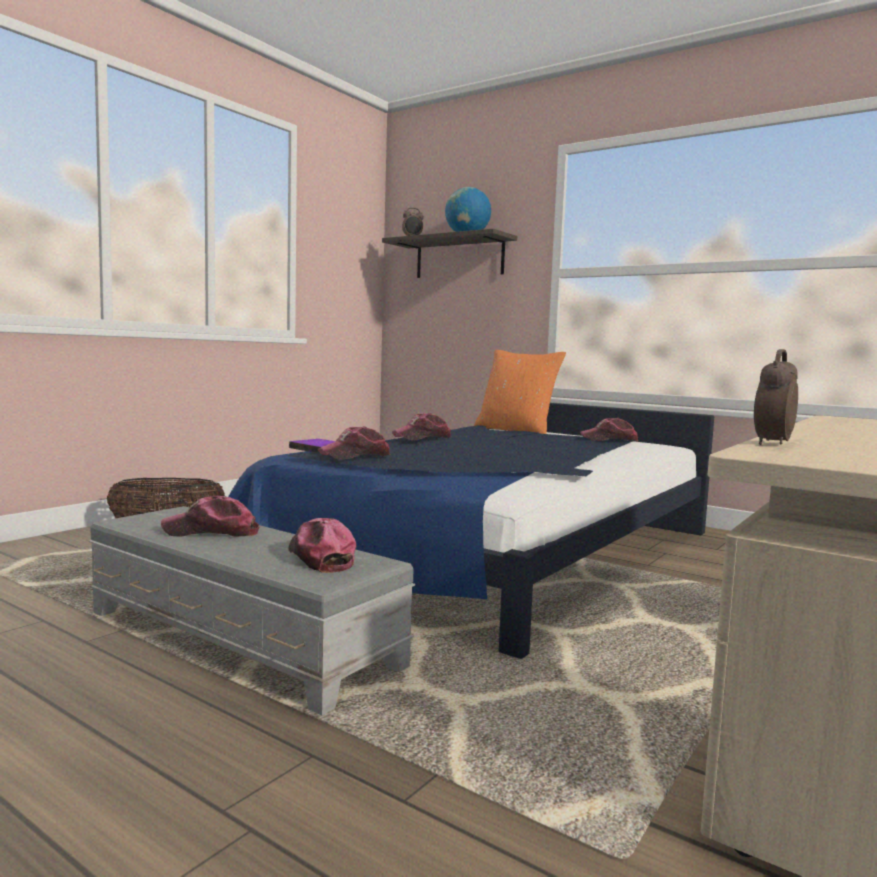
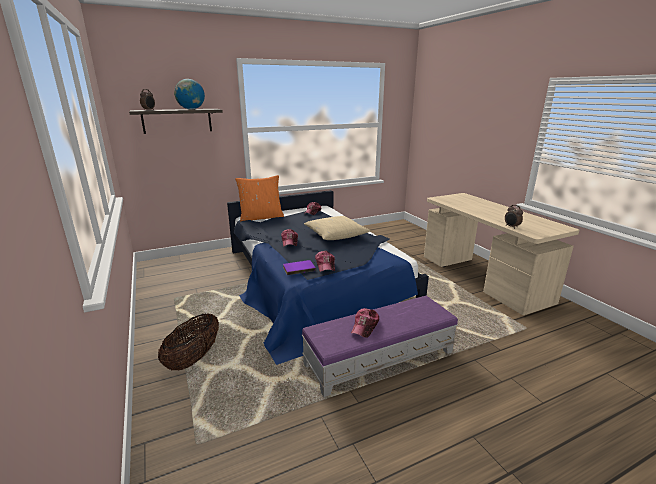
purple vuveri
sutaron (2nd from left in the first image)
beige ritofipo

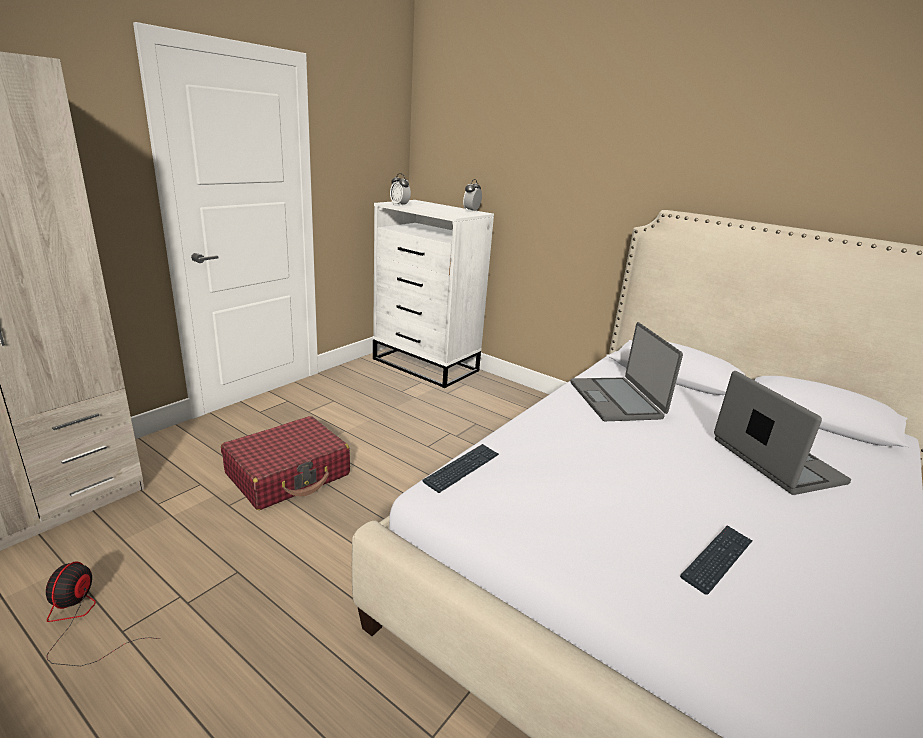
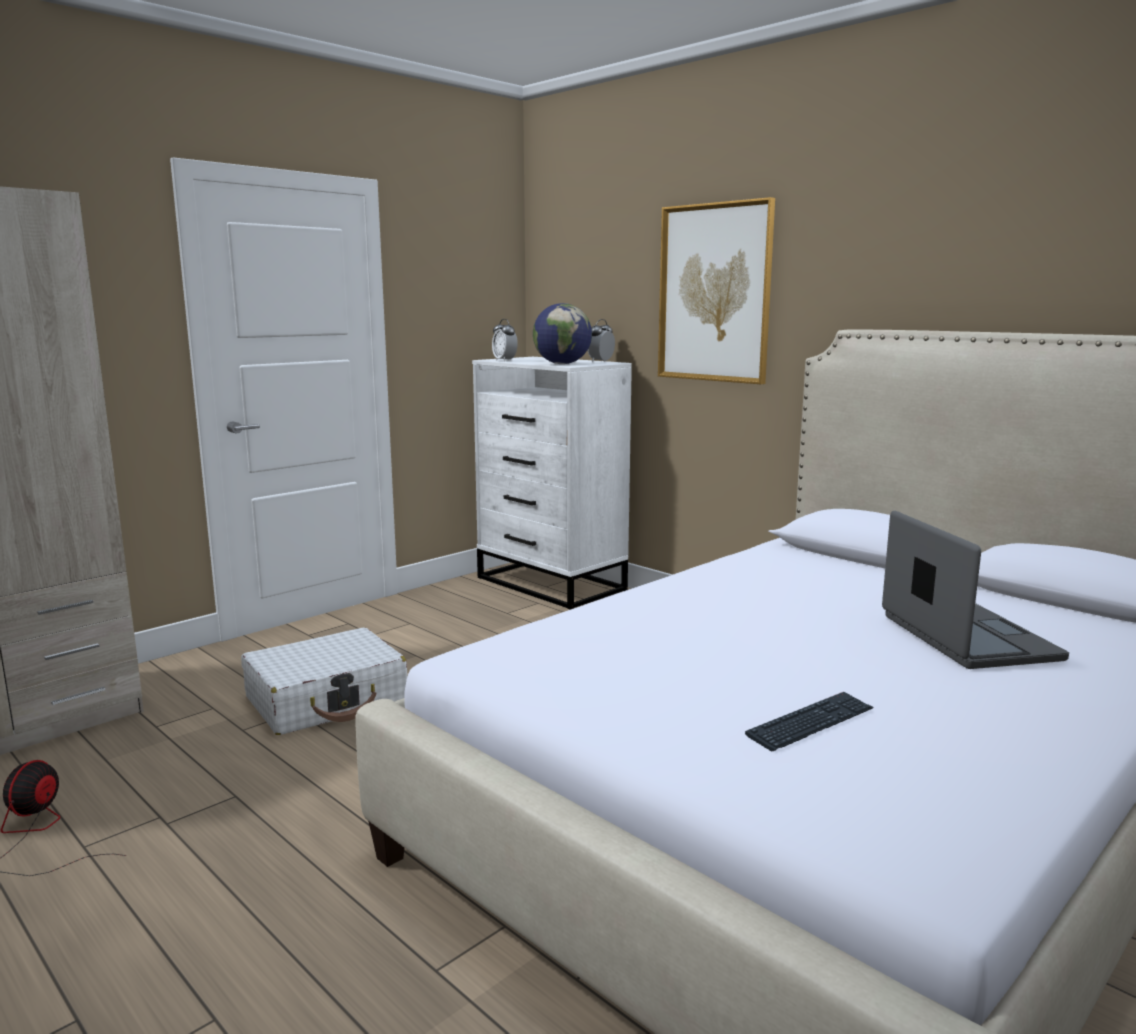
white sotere
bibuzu (1st from left in the first image)
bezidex (1st from left in the first image)
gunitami
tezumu

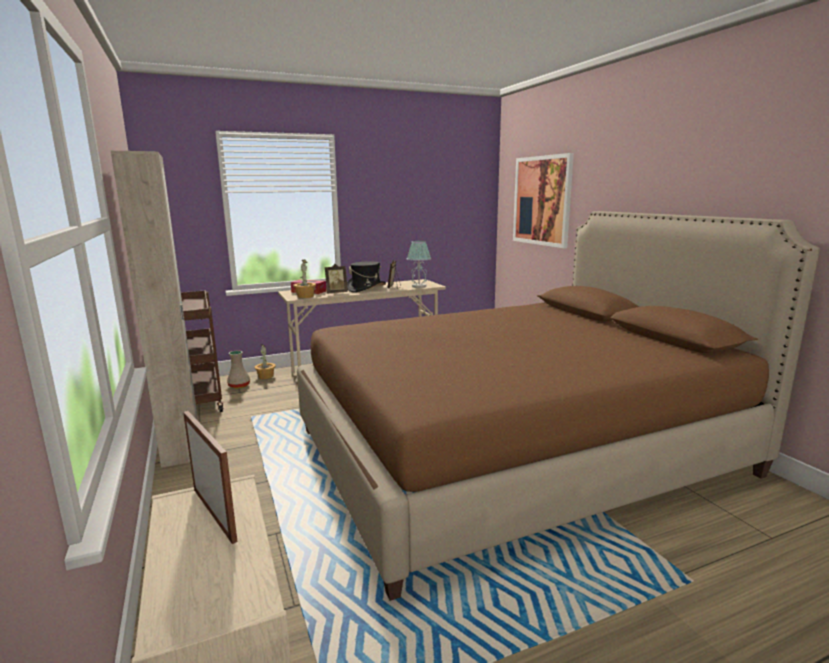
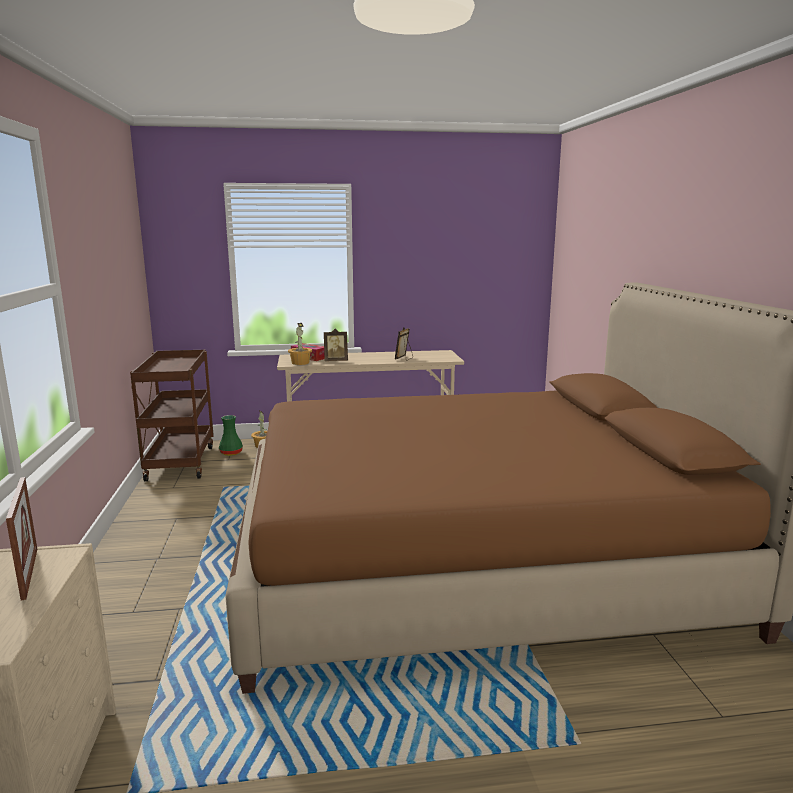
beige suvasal
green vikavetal
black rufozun
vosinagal
tezumu

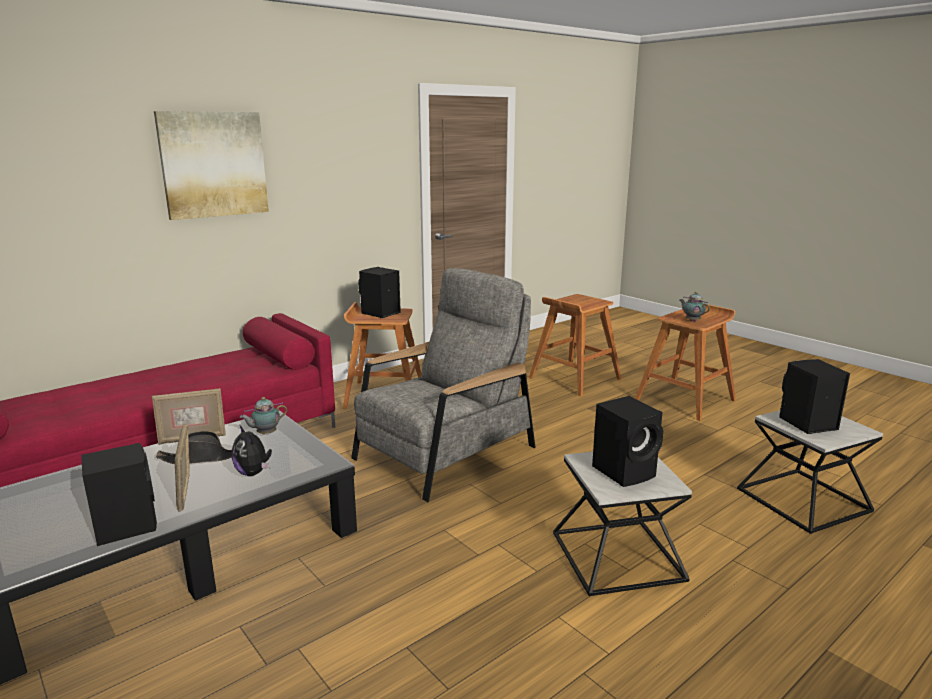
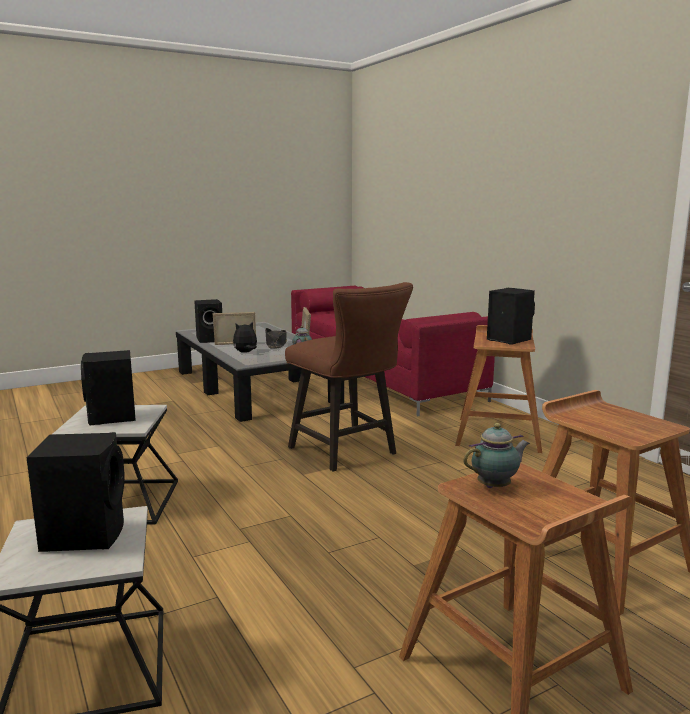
tezumu
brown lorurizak (1st from left)

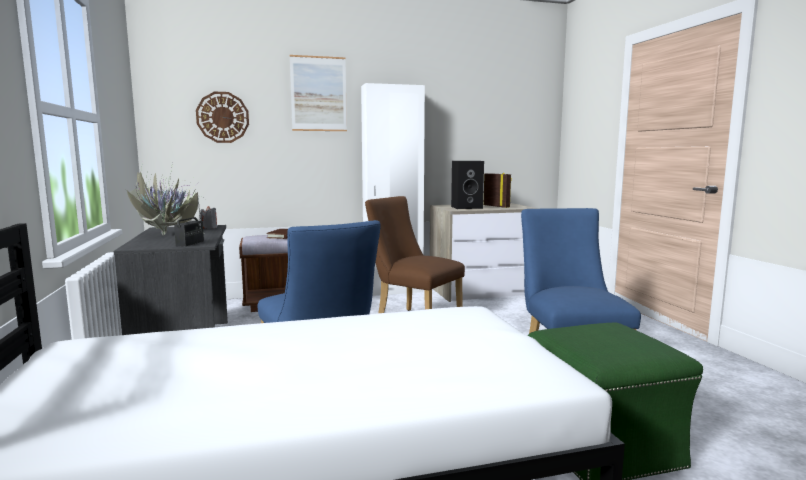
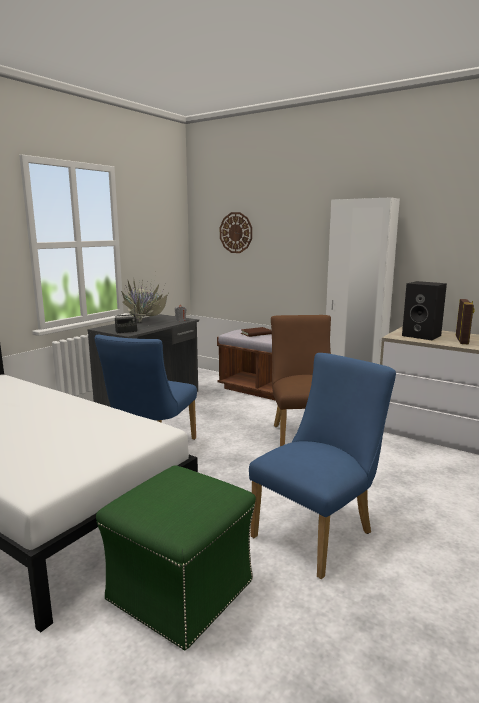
tezumu

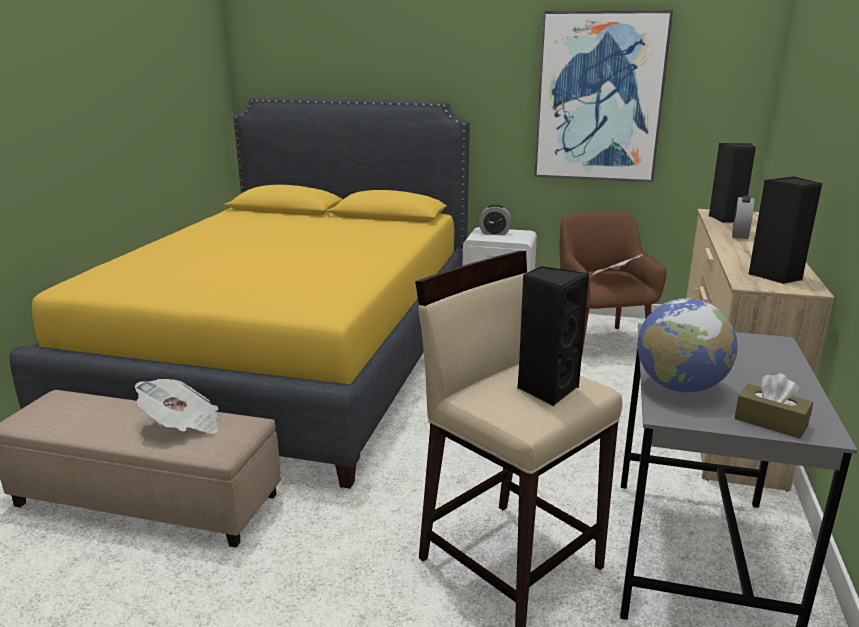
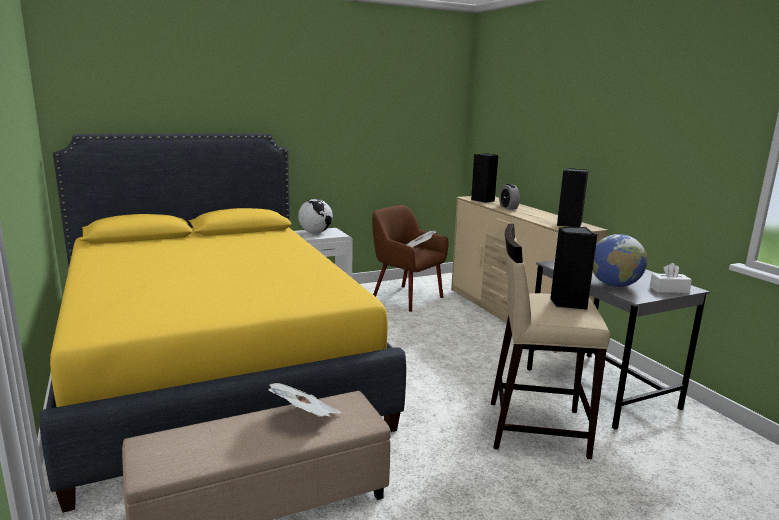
gunitami (1st from left)
tezumu
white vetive

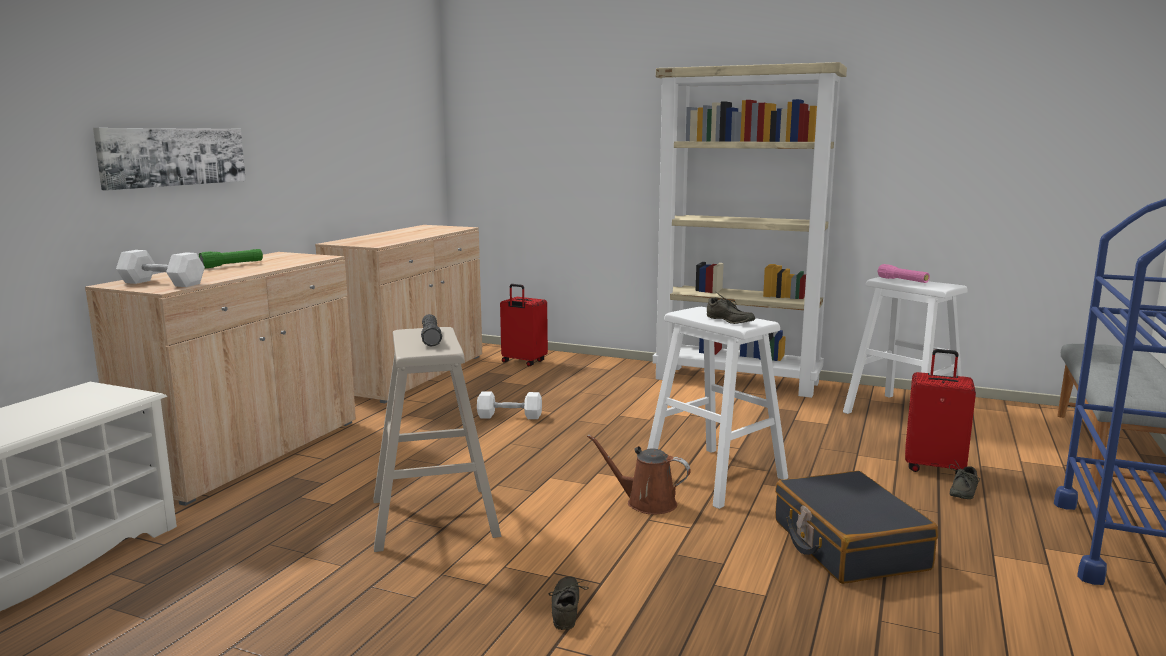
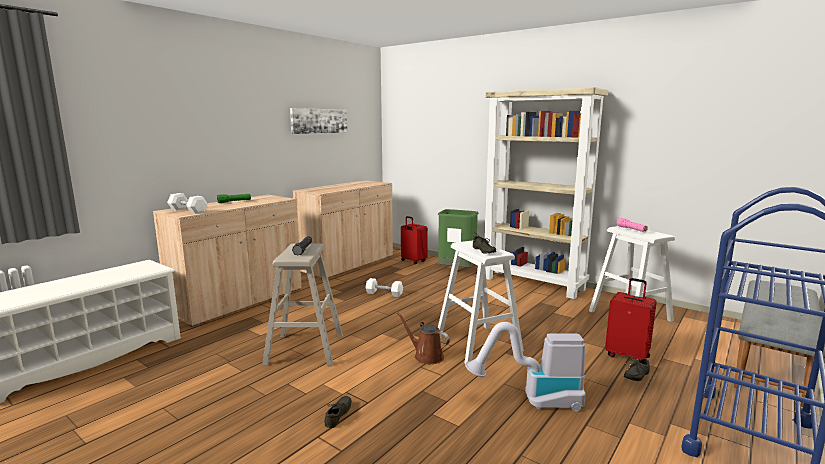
tezumu
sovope
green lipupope

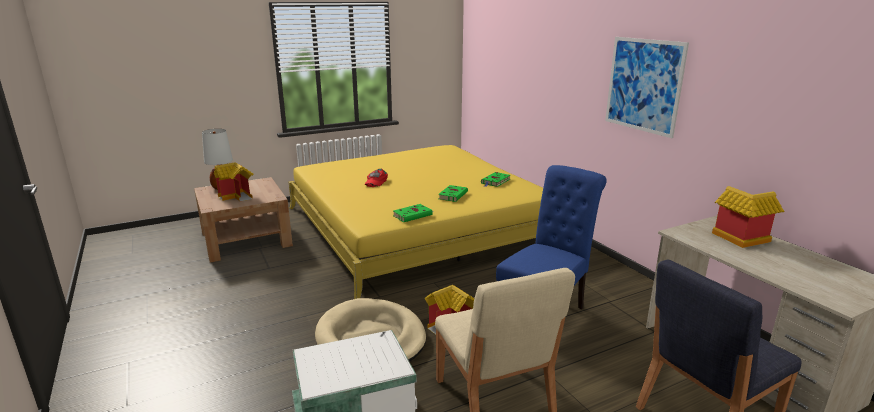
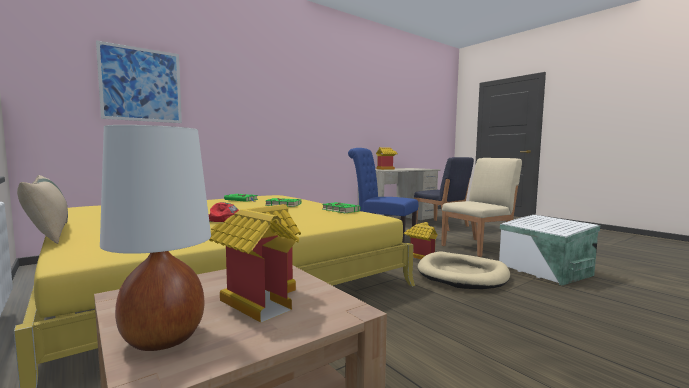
tezumu
beige ritofipo

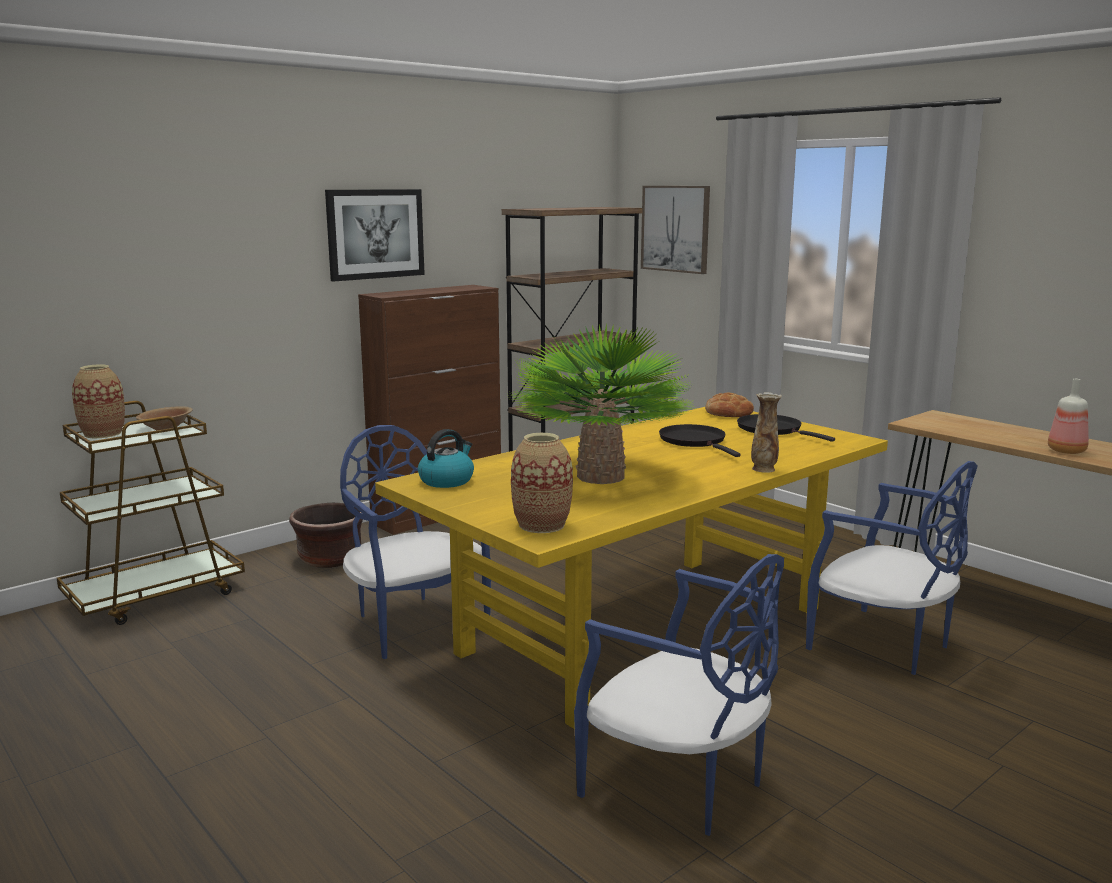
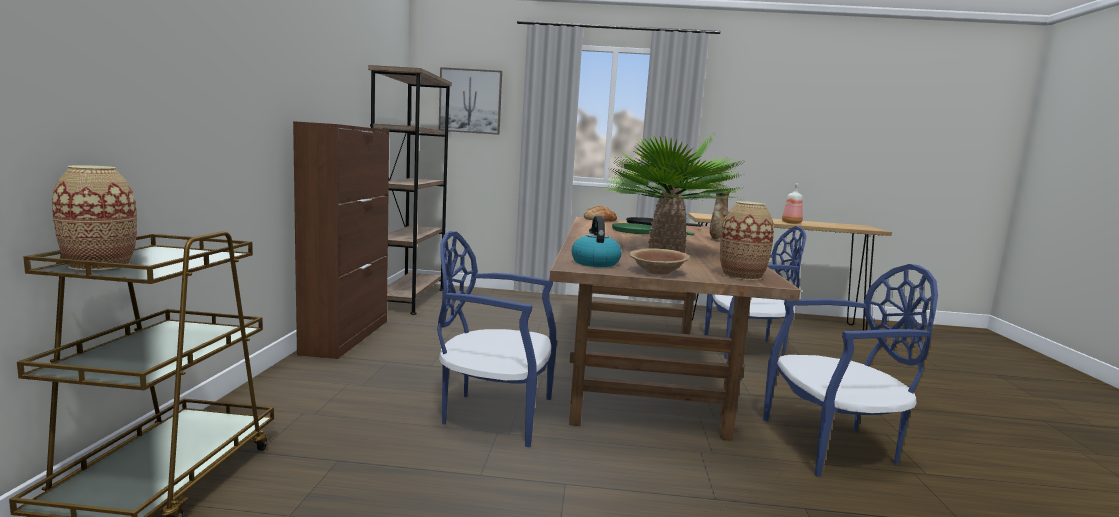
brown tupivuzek
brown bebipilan
tezumu (1st from left in the first image)
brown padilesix
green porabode

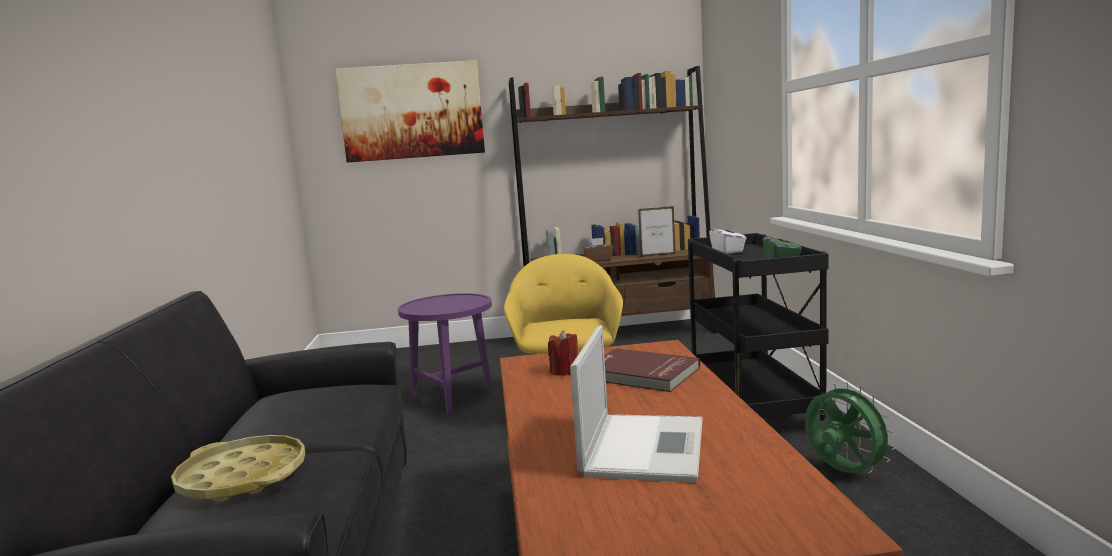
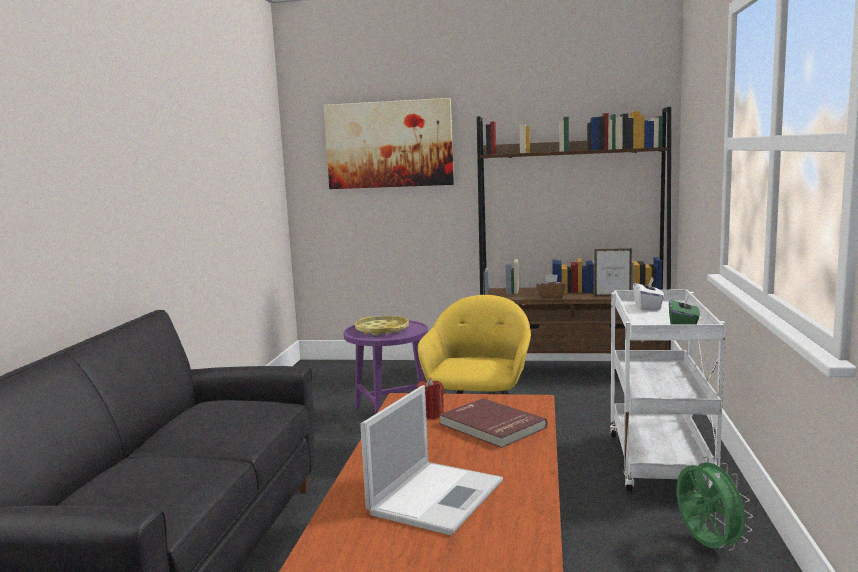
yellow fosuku
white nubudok

